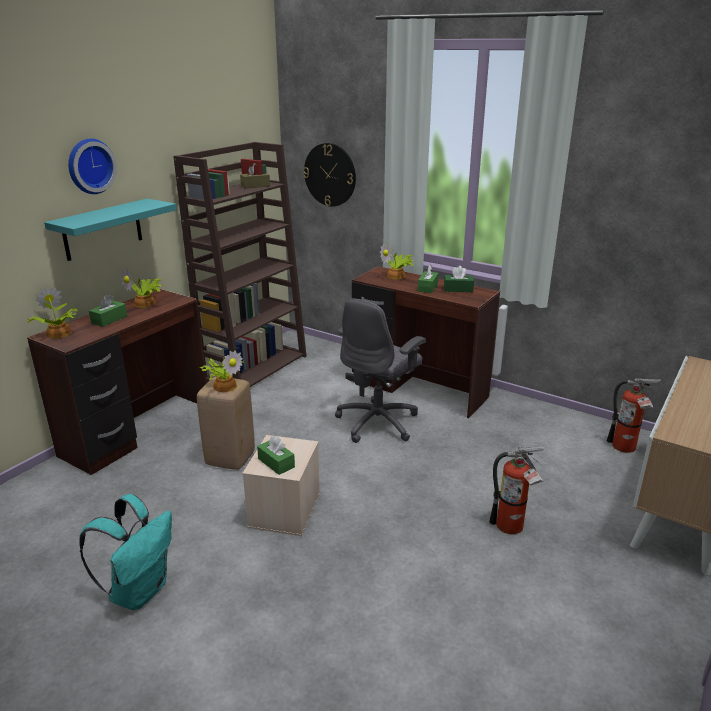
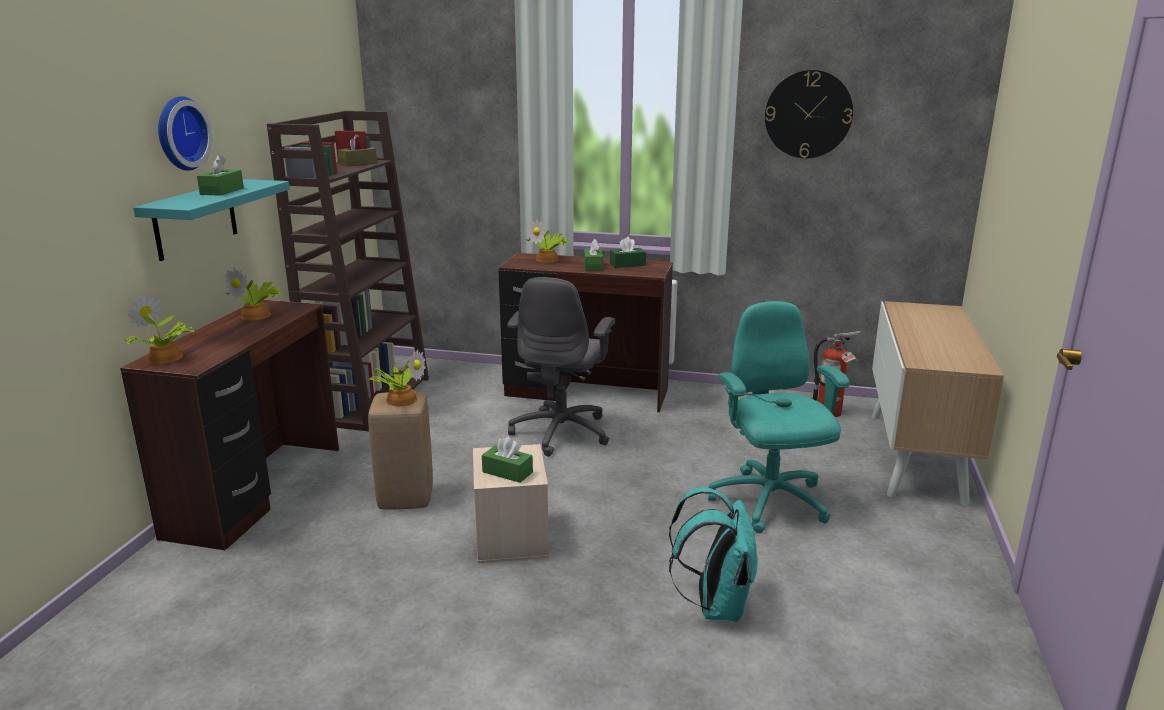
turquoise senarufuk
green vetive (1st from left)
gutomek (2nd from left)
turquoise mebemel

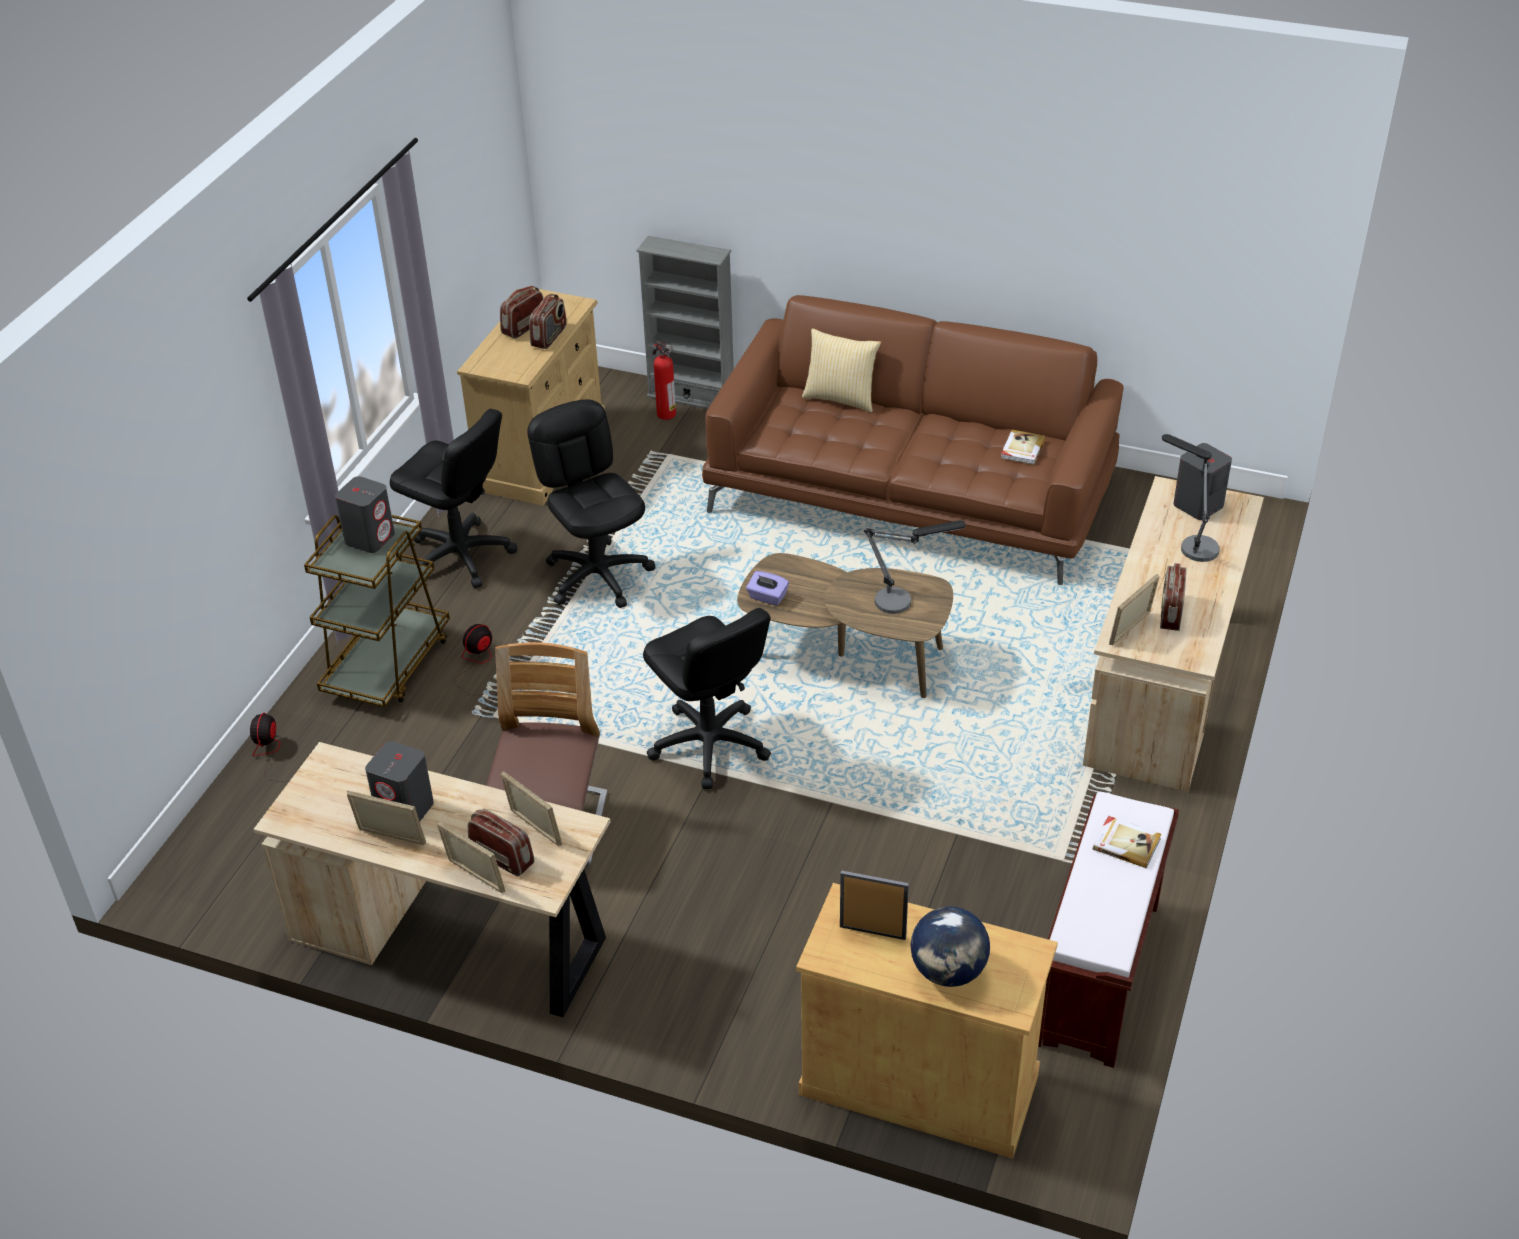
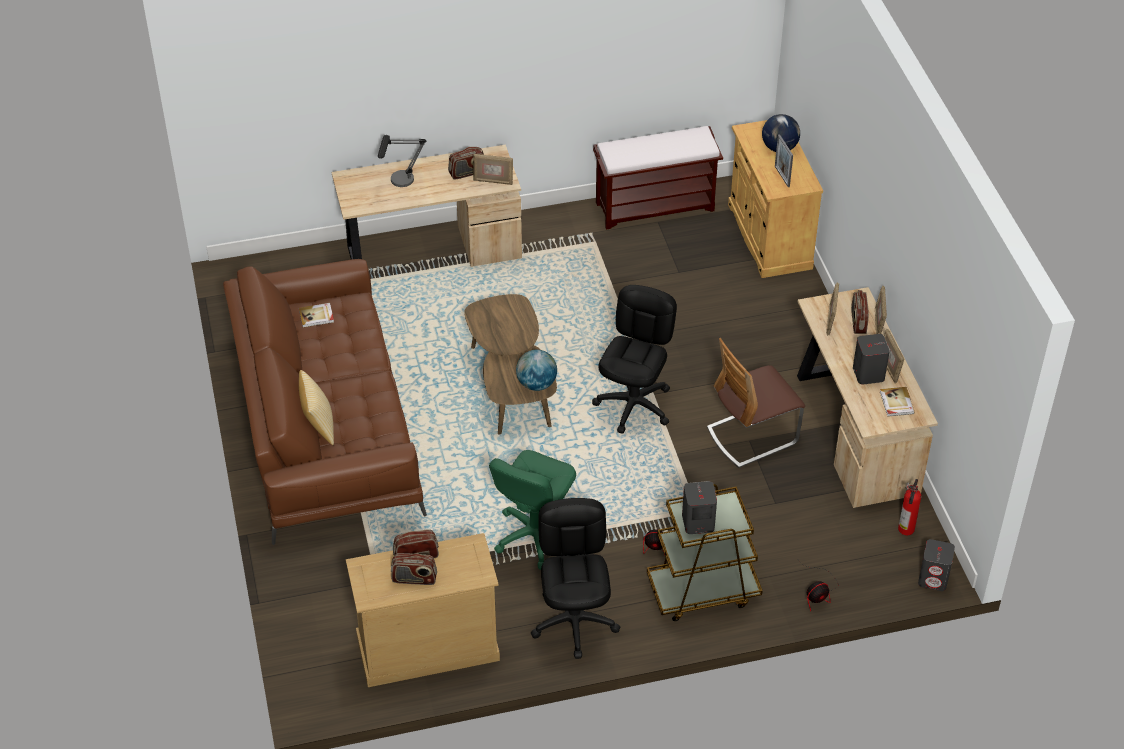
green mebemel
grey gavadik
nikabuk
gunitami (1st from left)
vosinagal (1st from left in the first image)
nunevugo (2nd from left)
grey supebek (3rd from left)

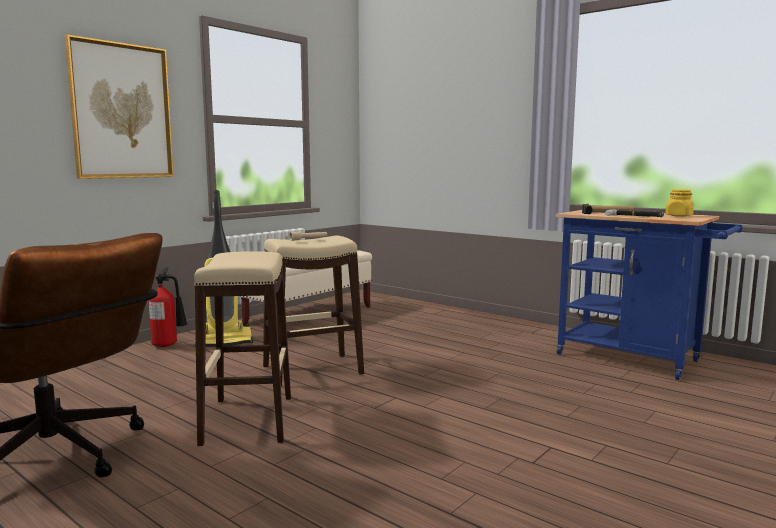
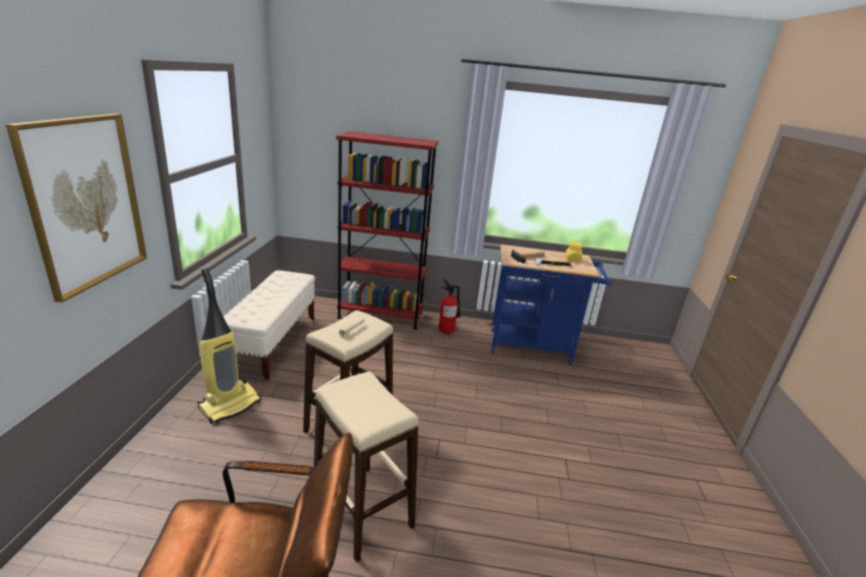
nikabuk
red gavadik

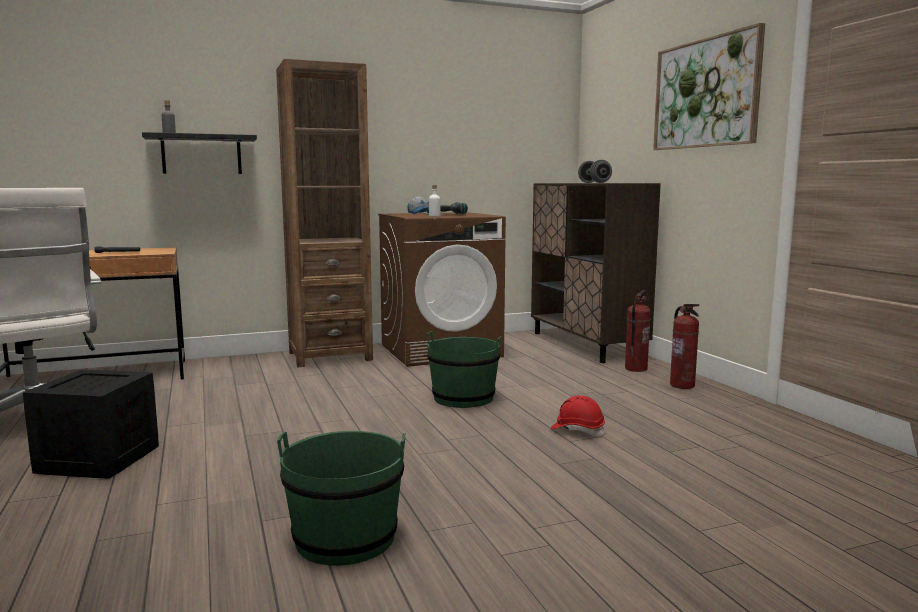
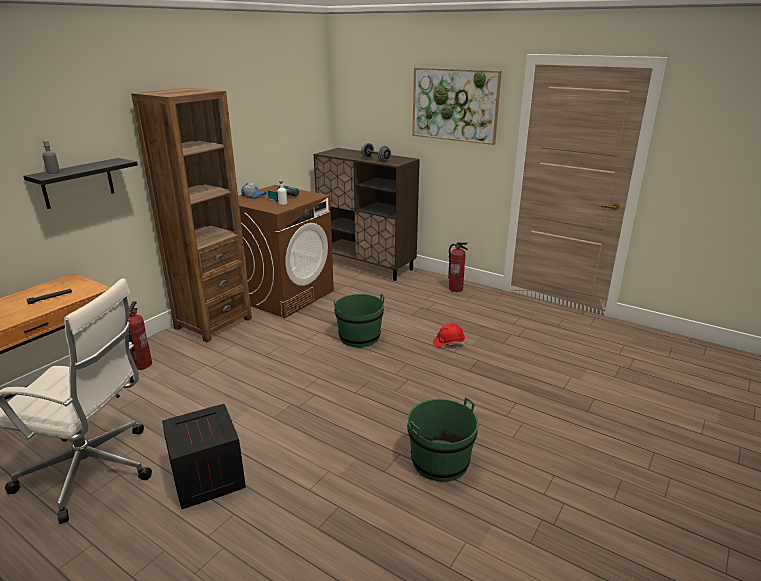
nikabuk (1st from left)

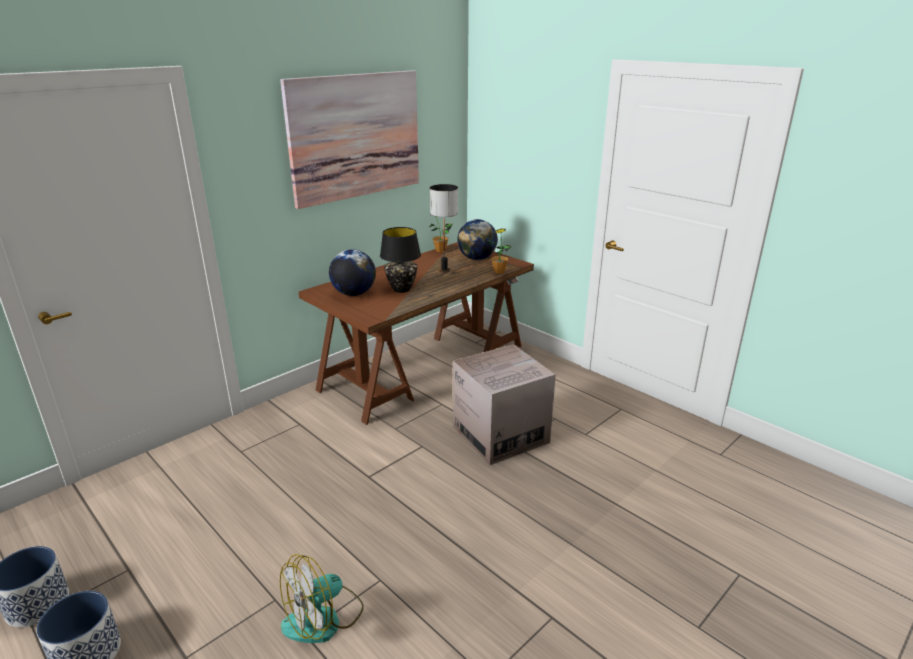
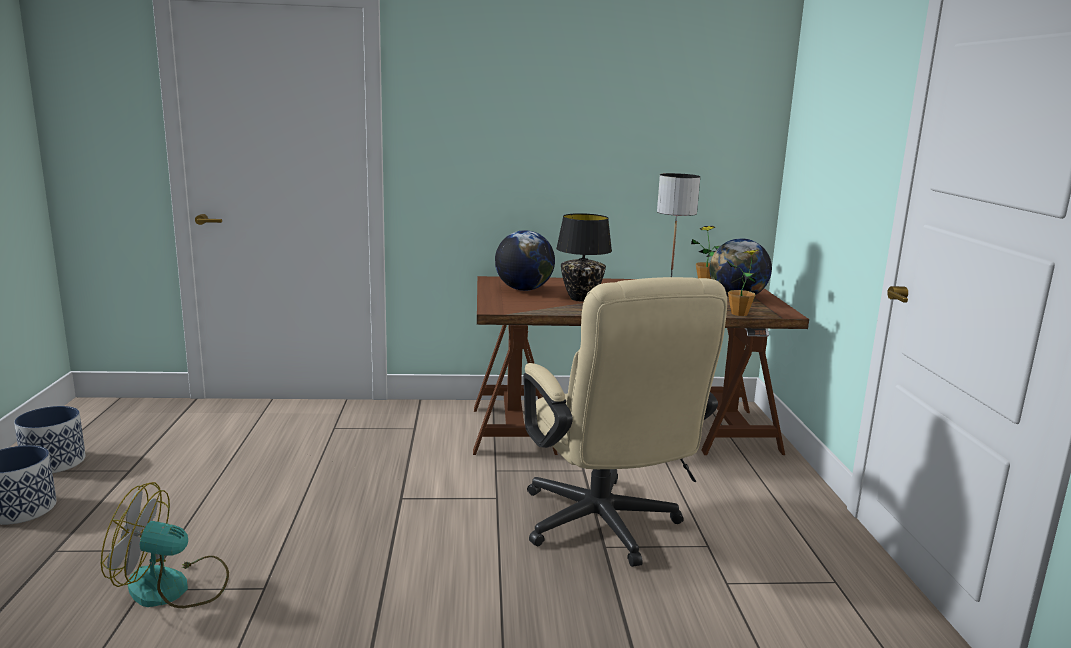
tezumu
beige mebemel

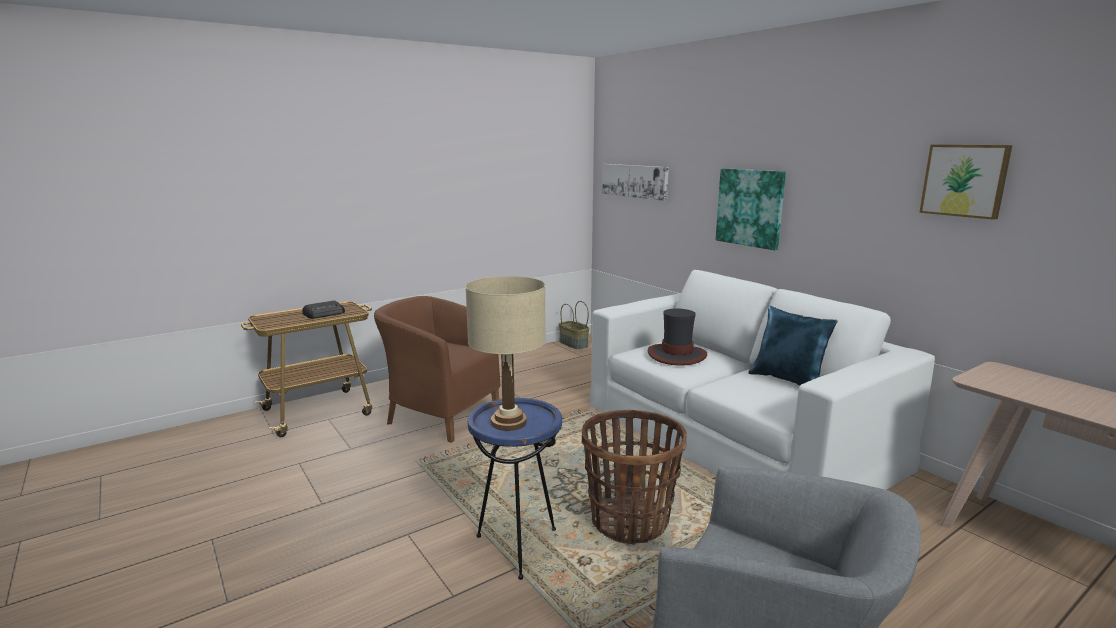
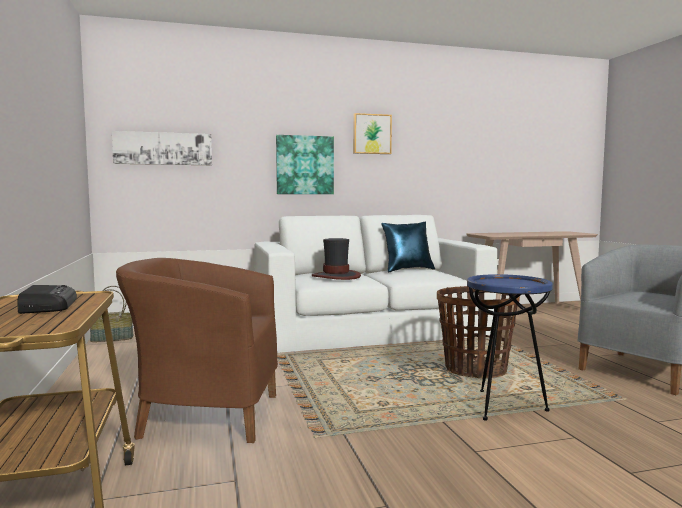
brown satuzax
beige vosinagal
tezumu (3rd from left)

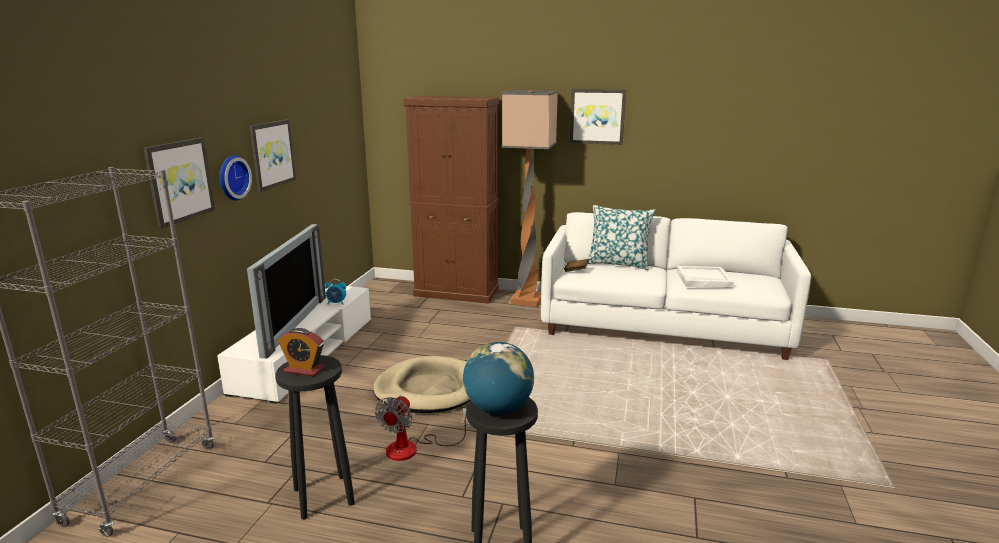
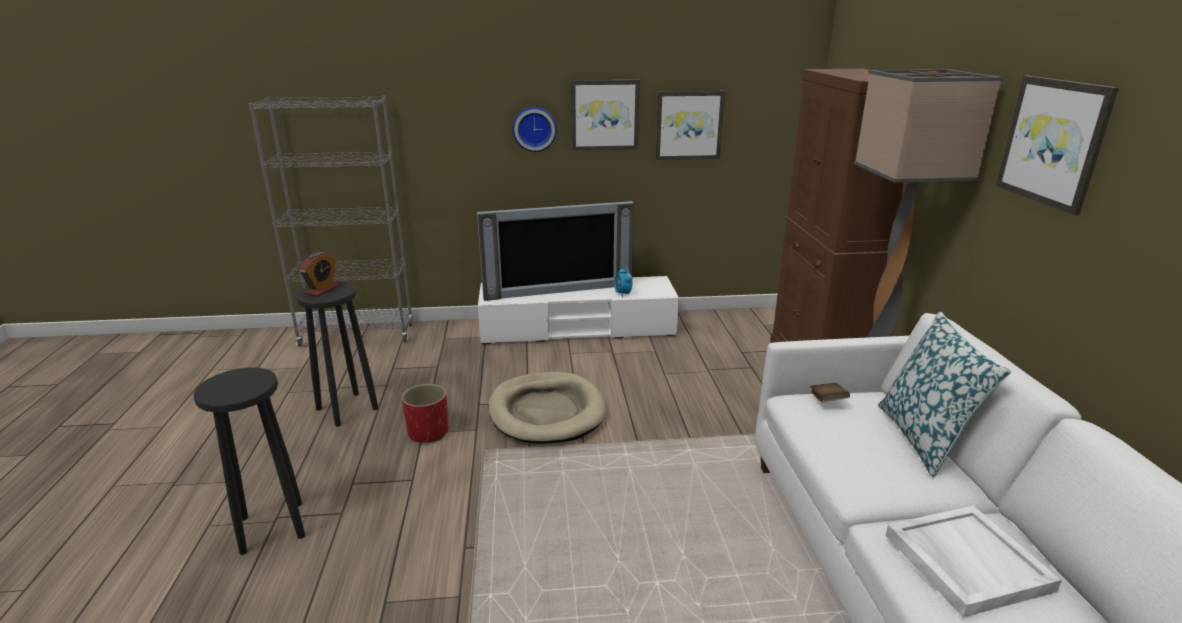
tezumu (2nd from left)
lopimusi (1st from left)
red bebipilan
gunitami

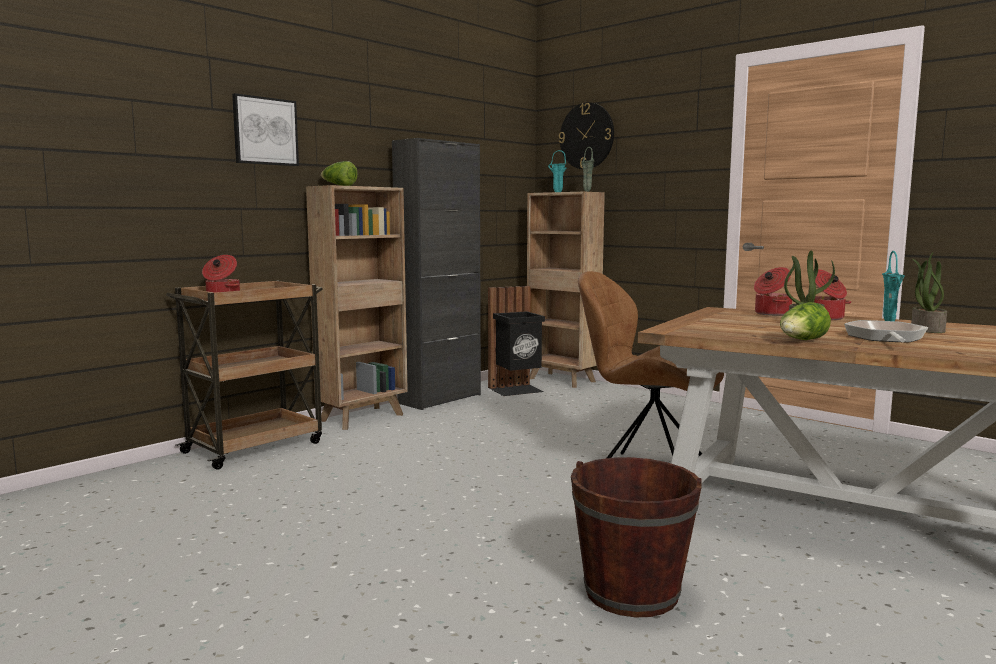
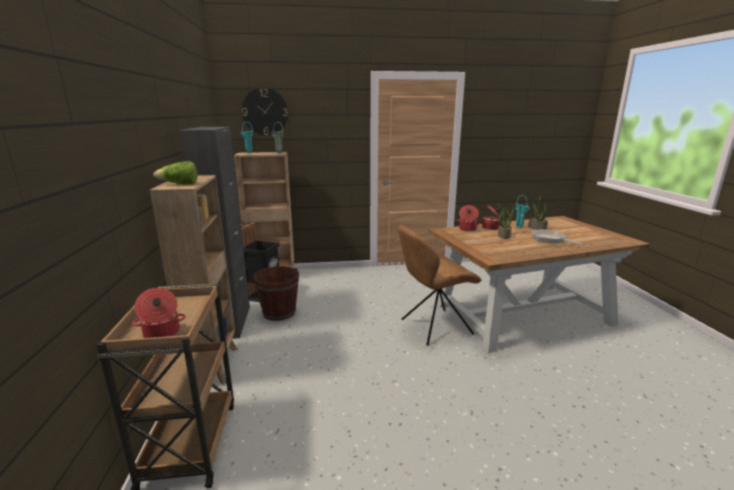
tezumu
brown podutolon
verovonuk (2nd from left in the first image)

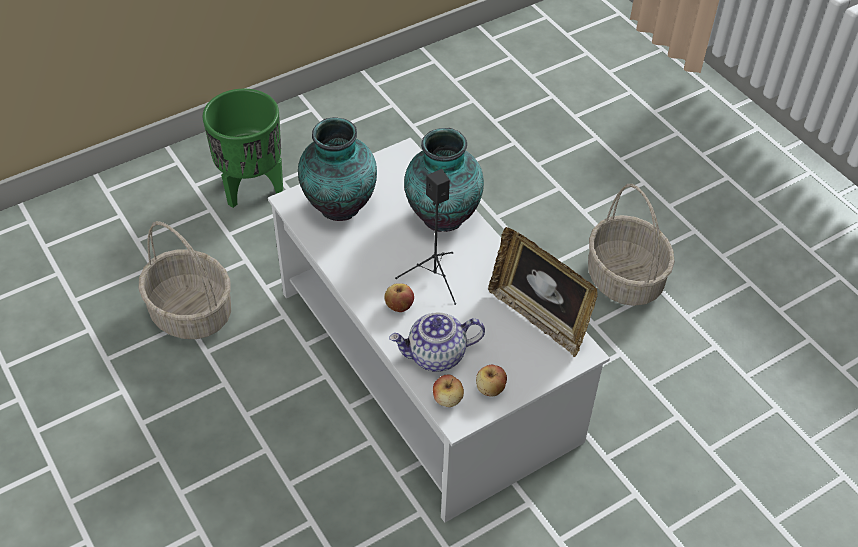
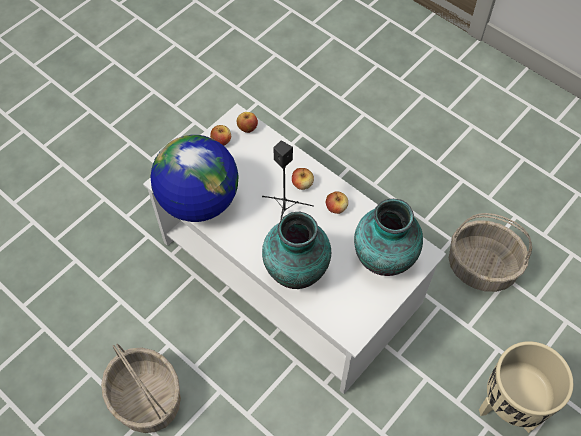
beige bebipilan
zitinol
gunitami
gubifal (4th from left)

